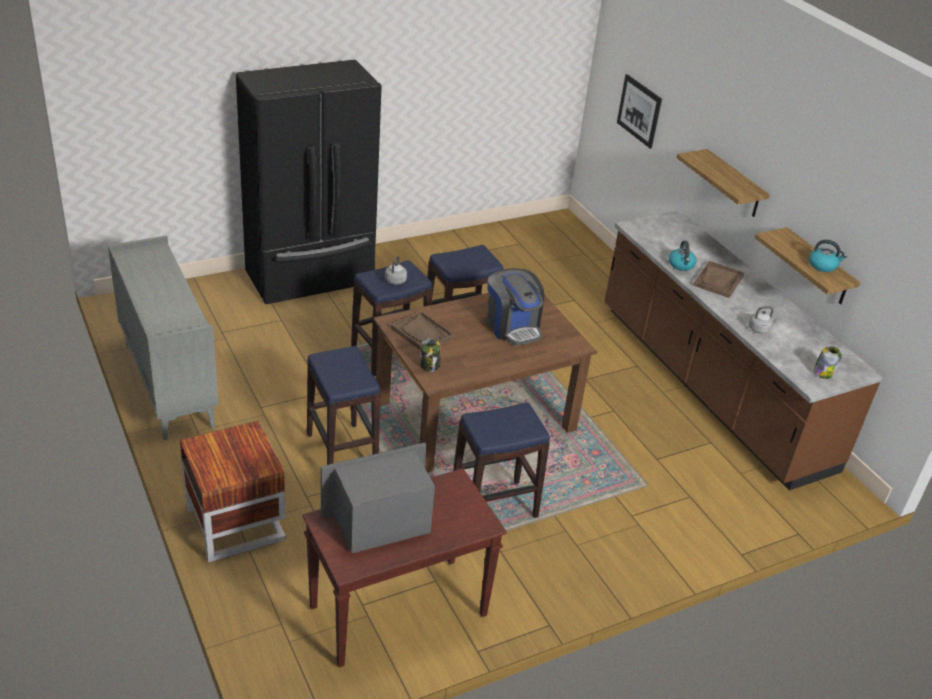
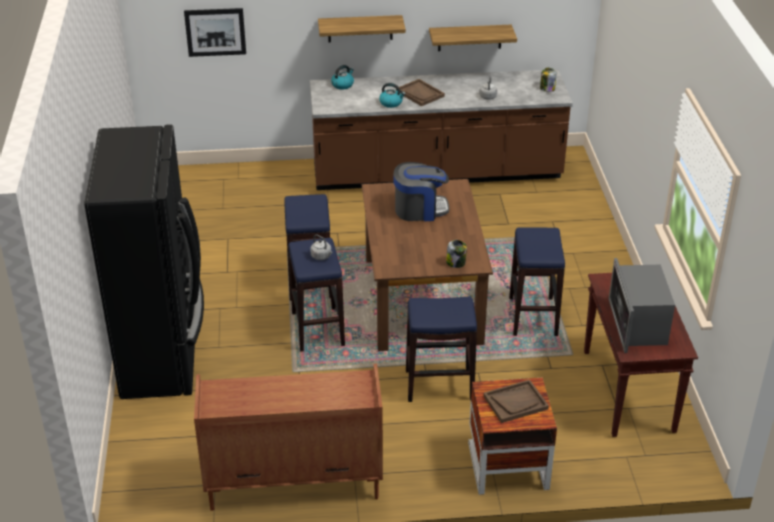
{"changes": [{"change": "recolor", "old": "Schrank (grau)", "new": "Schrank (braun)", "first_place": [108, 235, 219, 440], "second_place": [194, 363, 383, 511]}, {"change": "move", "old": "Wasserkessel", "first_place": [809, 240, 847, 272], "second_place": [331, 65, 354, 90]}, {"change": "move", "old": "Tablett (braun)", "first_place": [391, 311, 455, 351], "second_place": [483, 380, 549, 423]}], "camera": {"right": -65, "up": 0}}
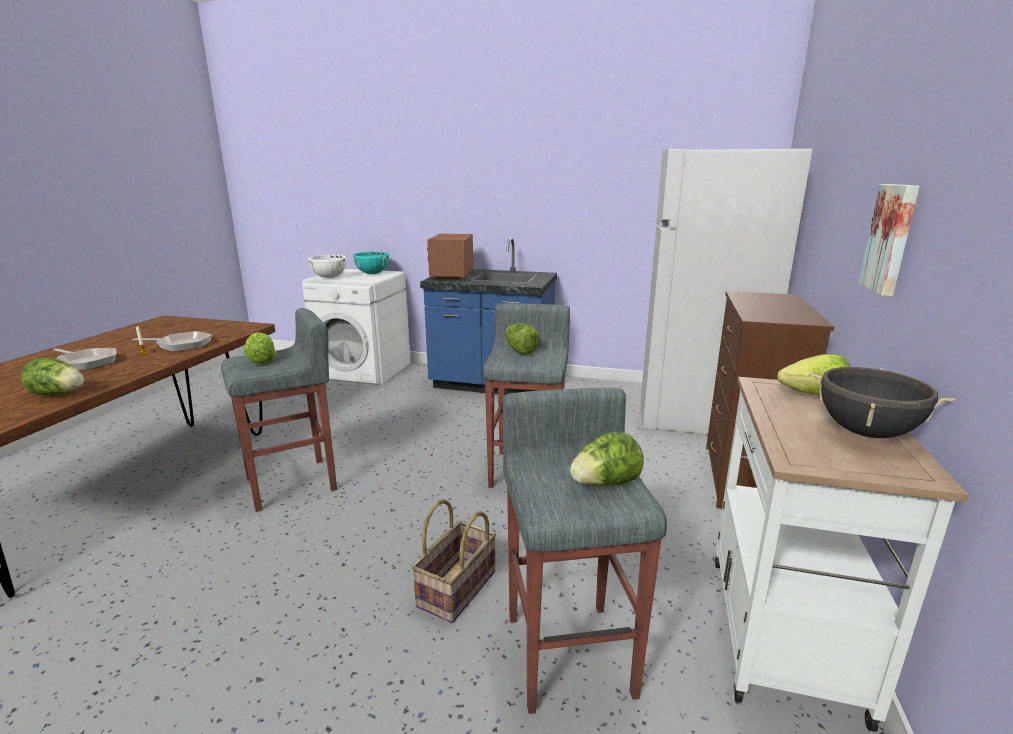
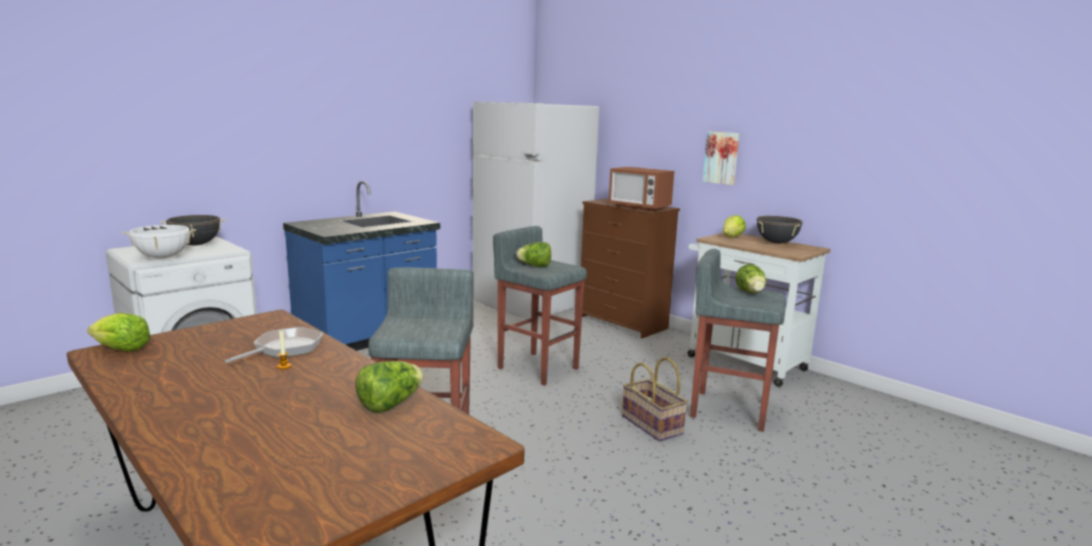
{"changes": [{"change": "move", "old": "Salatkopf", "first_place": [244, 332, 276, 364], "second_place": [87, 313, 151, 351]}, {"change": "recolor", "old": "Kochtopf (türkis)", "new": "Kochtopf (schwarz)", "first_place": [353, 252, 389, 274], "second_place": [160, 215, 226, 245]}, {"change": "move", "old": "Mikrowelle", "first_place": [427, 234, 473, 280], "second_place": [609, 167, 674, 211]}, {"change": "delete", "old": "Pfanne", "first_place": [53, 348, 117, 370]}], "camera": {"right": -60, "up": -5}}
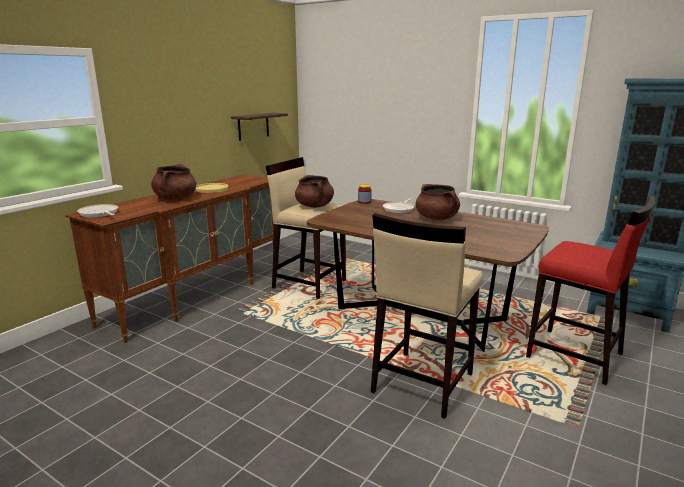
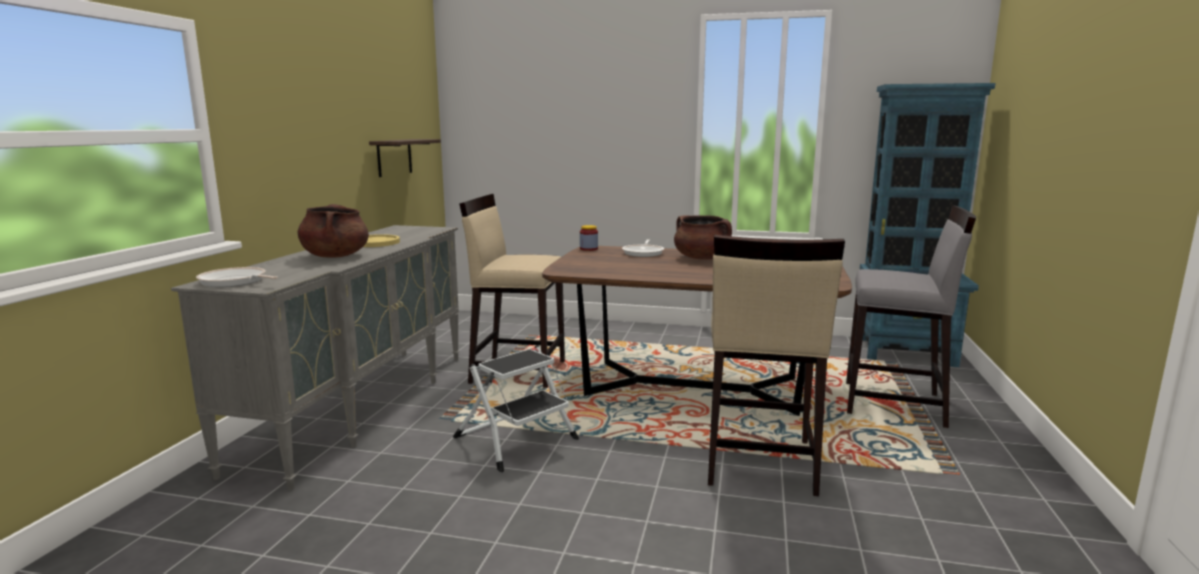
{"changes": [{"change": "recolor", "old": "Schrank (braun)", "new": "Schrank (grau)", "first_place": [65, 174, 279, 343], "second_place": [171, 225, 460, 491]}, {"change": "insert", "new": "Trittleiter", "second_place": [453, 345, 579, 472]}, {"change": "recolor", "old": "Hocker (rot)", "new": "Hocker (grau)", "first_place": [526, 195, 655, 385], "second_place": [846, 205, 976, 428]}, {"change": "delete", "old": "Kochtopf (braun)", "first_place": [295, 175, 334, 208]}], "camera": {"right": -20, "up": -5}}
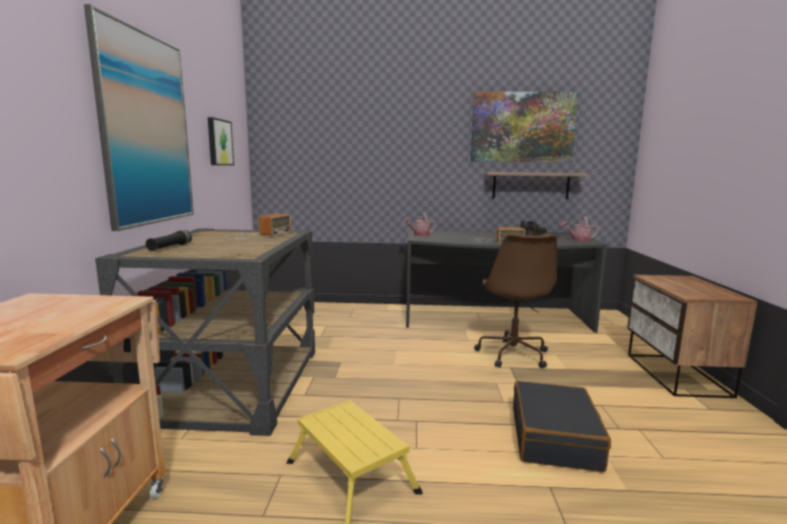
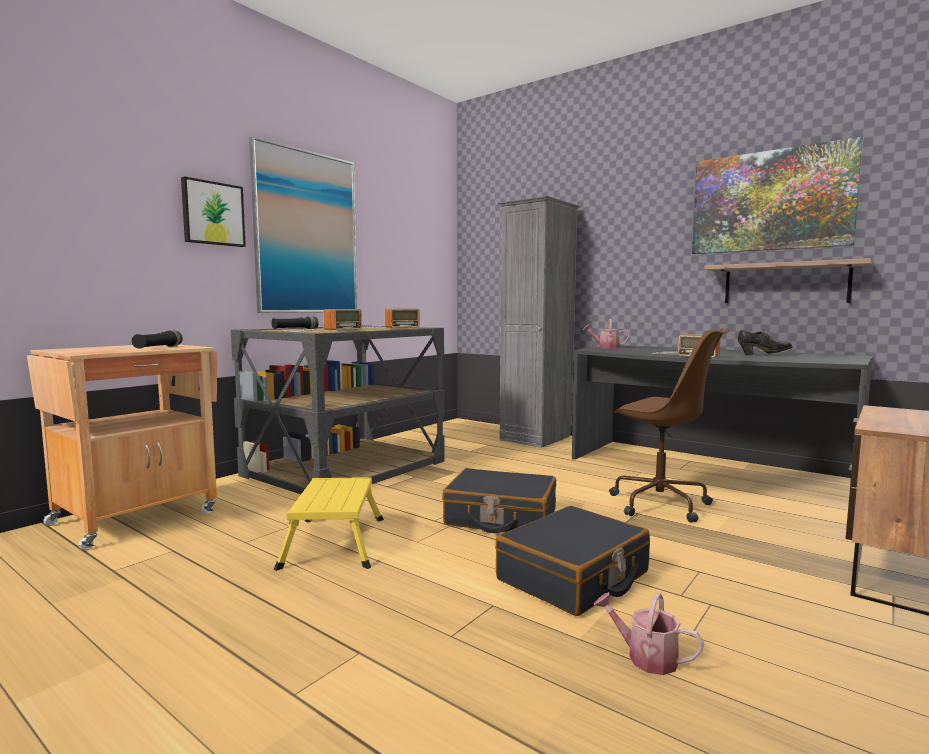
{"changes": [{"change": "insert", "new": "Taschenlampe (schwarz)", "second_place": [132, 330, 183, 349]}, {"change": "move", "old": "Bild", "first_place": [208, 117, 234, 165], "second_place": [181, 176, 246, 247]}, {"change": "insert", "new": "Radio", "second_place": [284, 309, 362, 332]}, {"change": "insert", "new": "Koffer (schwarz)", "second_place": [442, 468, 556, 533]}, {"change": "insert", "new": "Schrank (grau)", "second_place": [498, 196, 580, 448]}, {"change": "move", "old": "Gießkanne", "first_place": [561, 216, 599, 242], "second_place": [594, 592, 704, 675]}, {"change": "rotate", "old": "Bürostuhl (braun)", "first_place": [474, 234, 557, 368], "second_place": [609, 328, 730, 522], "degrees": -90}], "camera": {"right": 35, "up": -5}}
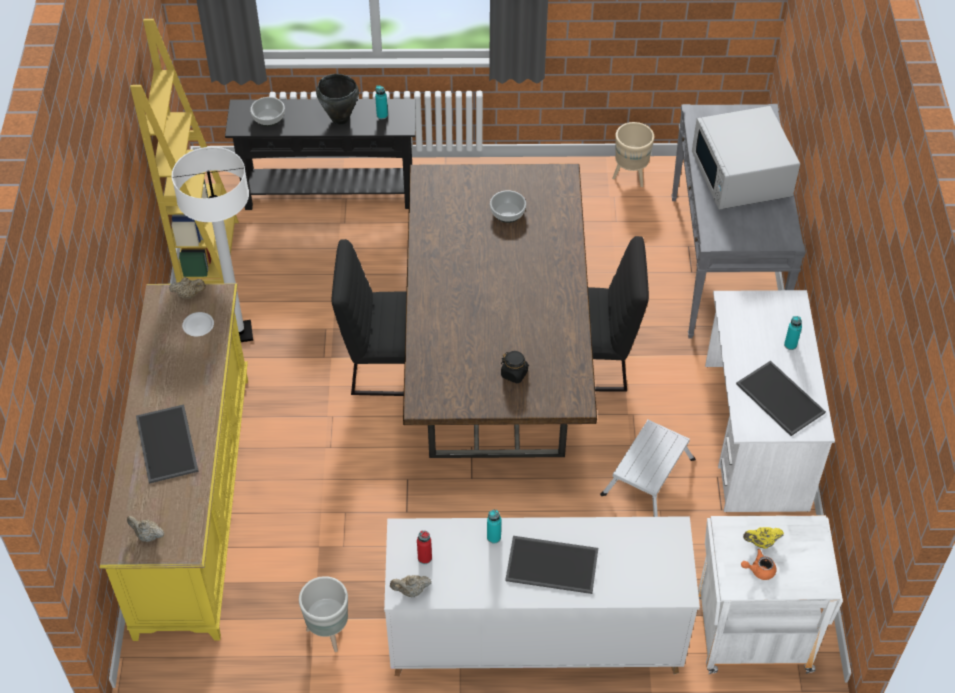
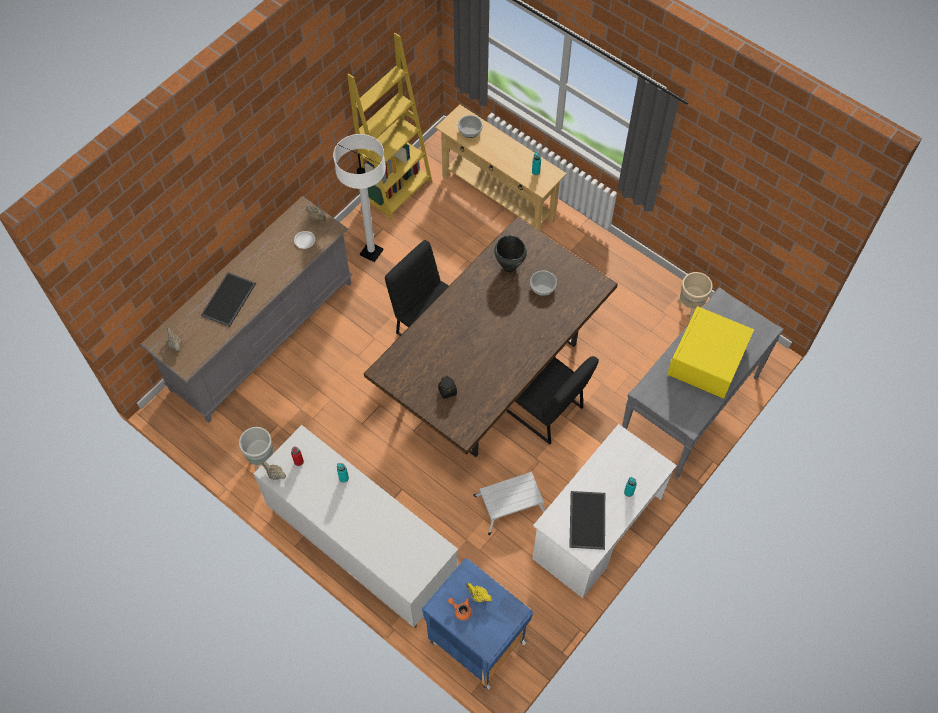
{"changes": [{"change": "recolor", "old": "Schrank (gelb)", "new": "Schrank (grau)", "first_place": [100, 283, 248, 641], "second_place": [140, 196, 352, 423]}, {"change": "recolor", "old": "Rollwagen (weiß)", "new": "Rollwagen (blau)", "first_place": [698, 515, 843, 674], "second_place": [422, 558, 533, 690]}, {"change": "recolor", "old": "Konsolentisch (schwarz)", "new": "Konsolentisch (beige)", "first_place": [225, 99, 416, 210], "second_place": [435, 104, 567, 231]}, {"change": "move", "old": "Kochtopf (schwarz)", "first_place": [316, 74, 359, 125], "second_place": [494, 235, 527, 272]}, {"change": "recolor", "old": "Mikrowelle (weiß)", "new": "Mikrowelle (gelb)", "first_place": [692, 106, 800, 209], "second_place": [667, 306, 754, 399]}, {"change": "delete", "old": "Tablett", "first_place": [505, 536, 598, 594]}], "camera": {"right": 40, "up": 10}}
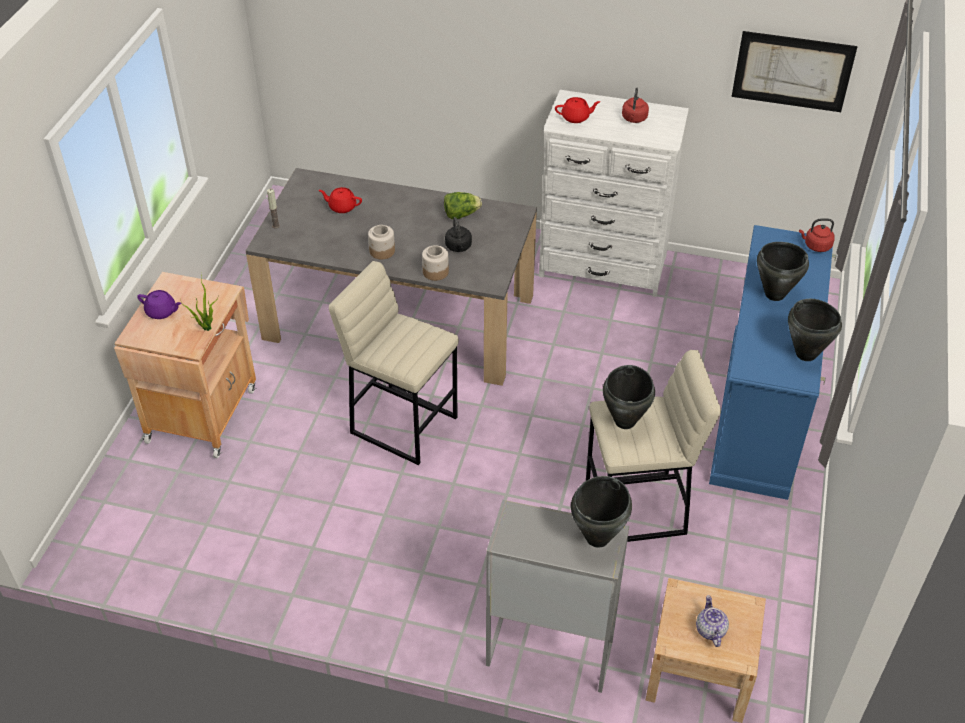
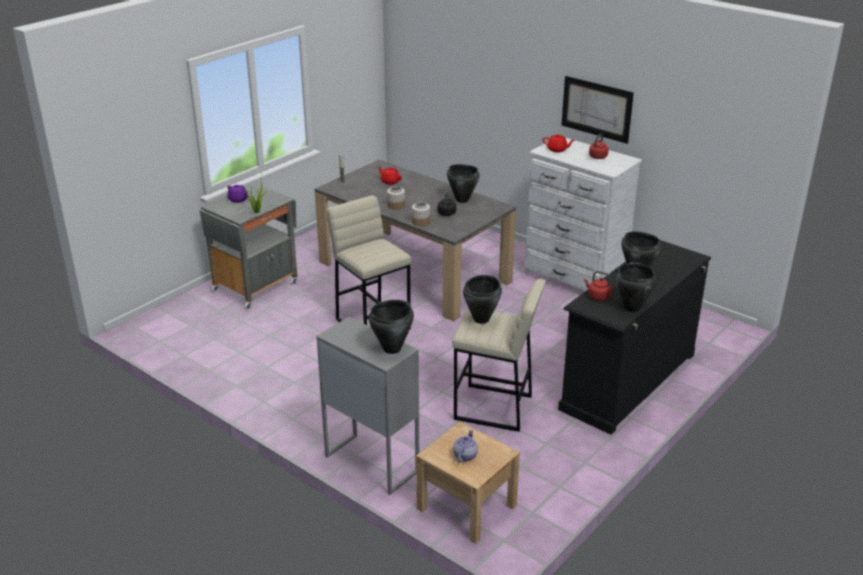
{"changes": [{"change": "recolor", "old": "Rollwagen (braun)", "new": "Rollwagen (grau)", "first_place": [114, 272, 257, 458], "second_place": [199, 184, 298, 310]}, {"change": "replace", "old": "Salatkopf", "new": "Kochtopf (schwarz)", "first_place": [444, 192, 482, 219], "second_place": [447, 164, 480, 203]}, {"change": "recolor", "old": "Schrank (blau)", "new": "Schrank (schwarz)", "first_place": [709, 225, 836, 500], "second_place": [558, 240, 711, 435]}, {"change": "move", "old": "Bild", "first_place": [732, 31, 857, 112], "second_place": [561, 76, 634, 144]}, {"change": "move", "old": "Wasserkessel (rot)", "first_place": [799, 218, 835, 252], "second_place": [584, 271, 612, 301]}], "camera": {"right": 25, "up": -15}}
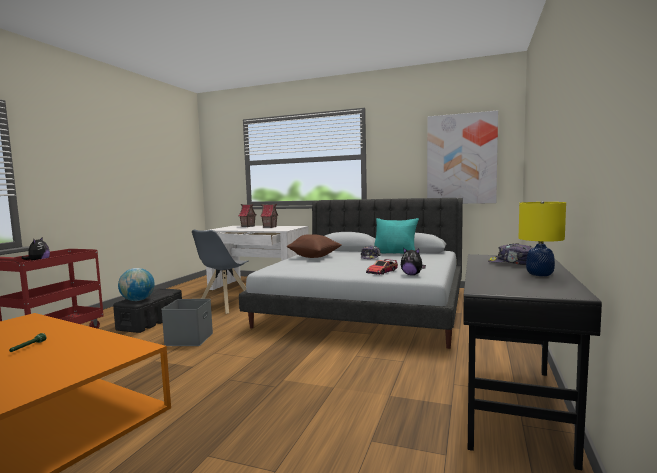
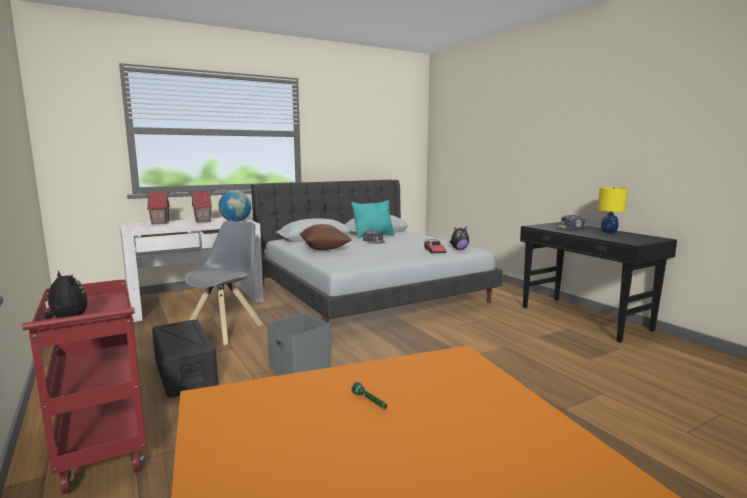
{"changes": [{"change": "rotate", "old": "Stuhl (grau)", "first_place": [192, 229, 248, 314], "second_place": [184, 220, 263, 345], "degrees": -135}, {"change": "move", "old": "Globus", "first_place": [118, 268, 155, 301], "second_place": [219, 190, 251, 222]}, {"change": "delete", "old": "Bild", "first_place": [427, 110, 498, 204]}], "camera": {"right": -50, "up": 5}}
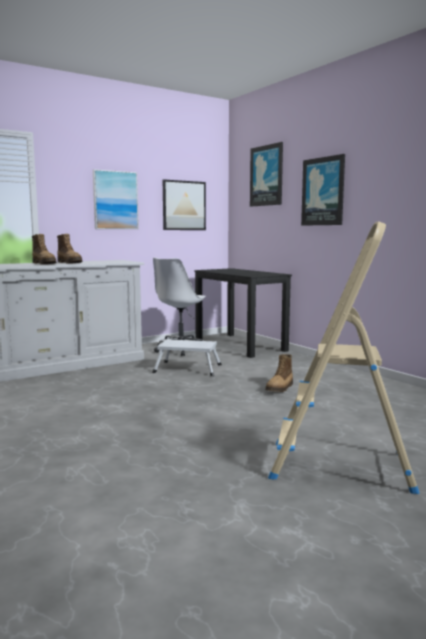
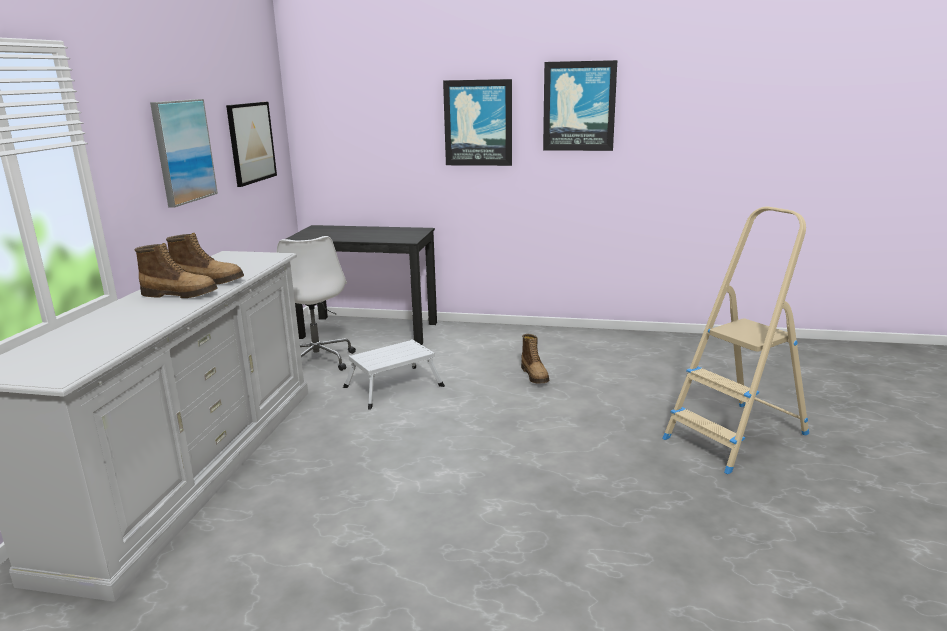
{"changes": [{"change": "move", "old": "Bild", "first_place": [250, 142, 283, 207], "second_place": [543, 60, 617, 151]}], "camera": {"right": -45, "up": 10}}
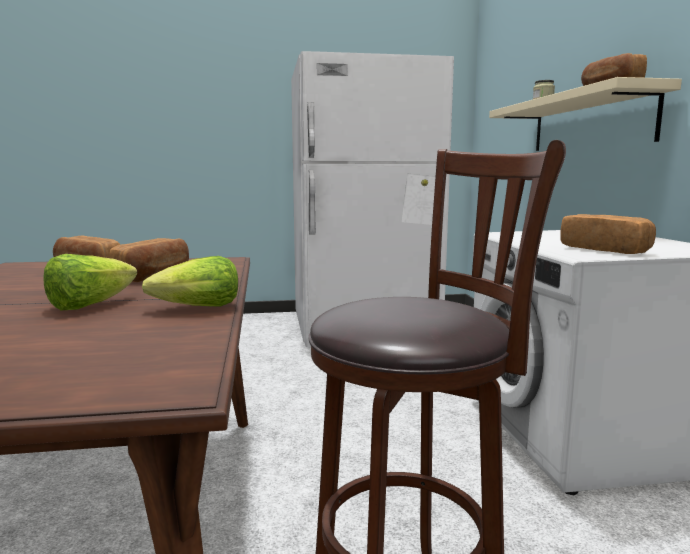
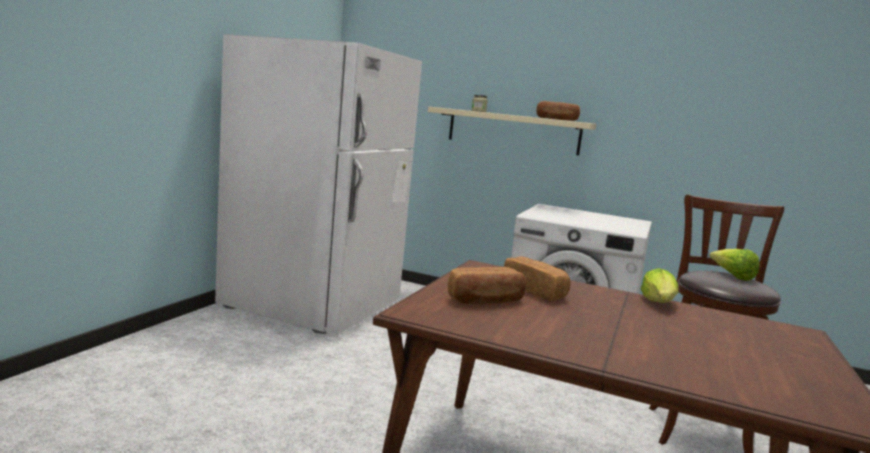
{"changes": [{"change": "move", "old": "Salatkopf", "first_place": [44, 254, 137, 310], "second_place": [710, 249, 760, 281]}, {"change": "delete", "old": "Brot", "first_place": [560, 214, 656, 254]}], "camera": {"right": -60, "up": 0}}
